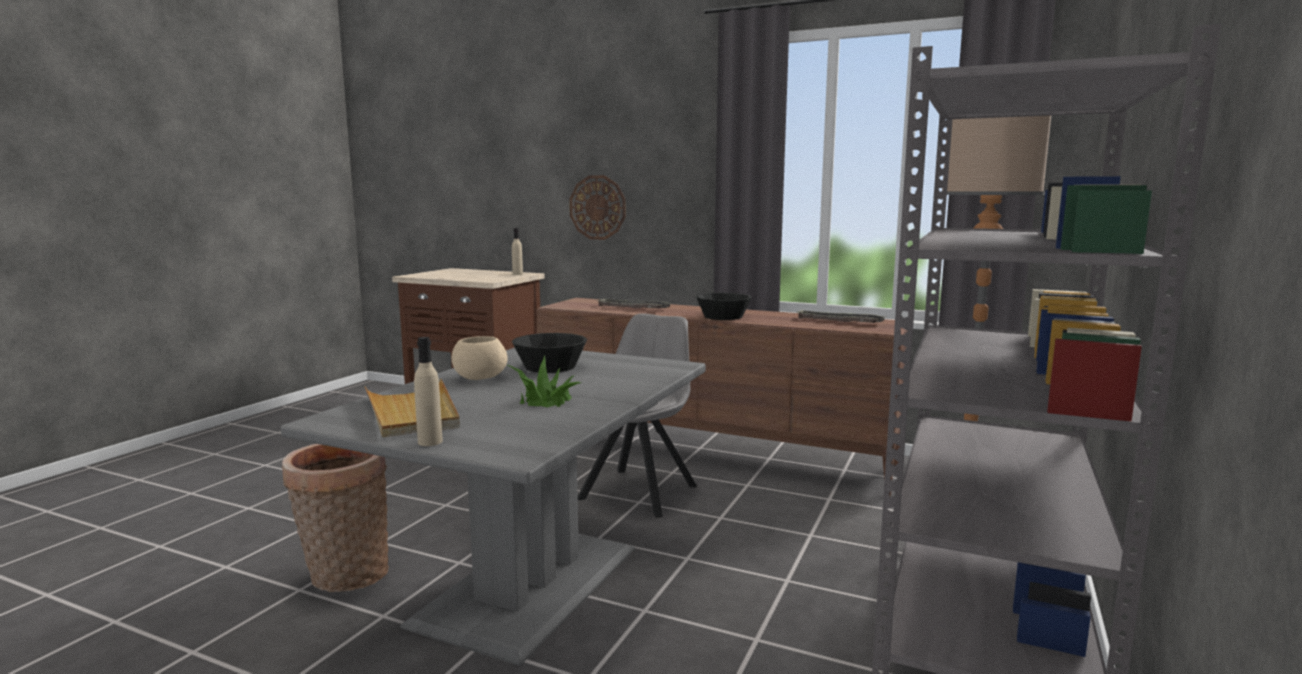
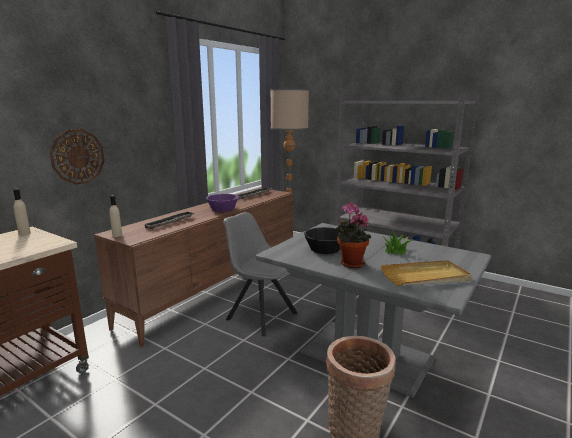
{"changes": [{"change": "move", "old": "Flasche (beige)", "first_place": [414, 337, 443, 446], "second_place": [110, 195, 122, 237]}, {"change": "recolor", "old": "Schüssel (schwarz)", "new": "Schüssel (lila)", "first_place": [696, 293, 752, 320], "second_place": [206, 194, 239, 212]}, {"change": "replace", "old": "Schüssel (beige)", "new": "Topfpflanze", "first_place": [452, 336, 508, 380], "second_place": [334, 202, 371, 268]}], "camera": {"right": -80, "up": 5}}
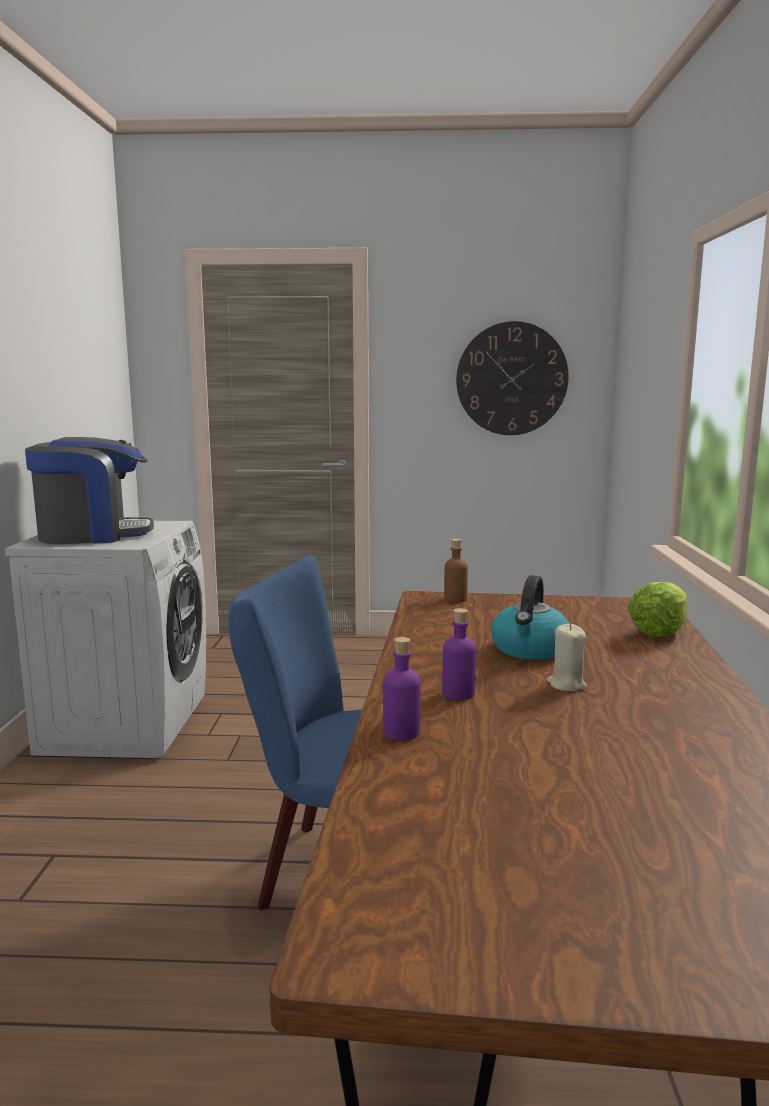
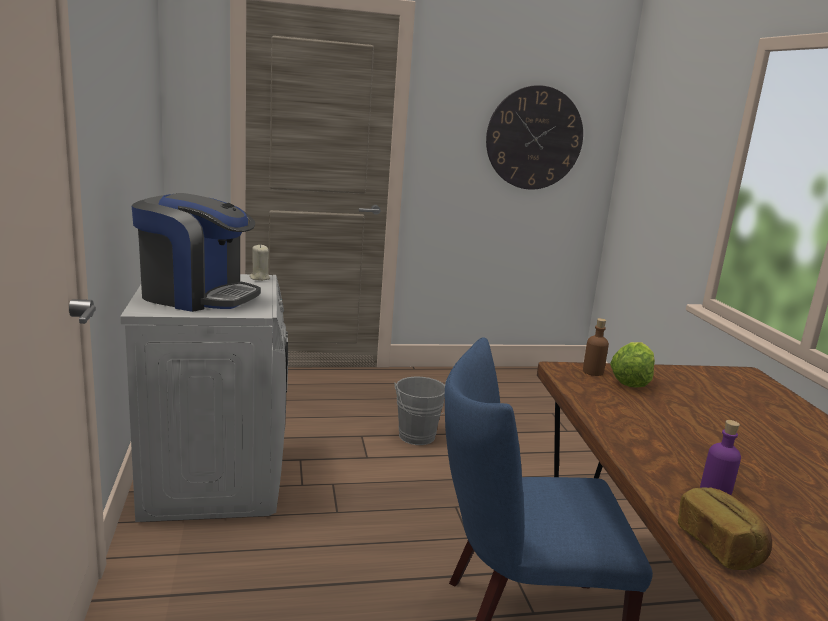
{"changes": [{"change": "rotate", "old": "Kaffeemaschine", "first_place": [25, 437, 154, 544], "second_place": [132, 193, 261, 312], "degrees": 45}, {"change": "move", "old": "Kerze (beige)", "first_place": [547, 624, 587, 691], "second_place": [249, 244, 270, 281]}, {"change": "insert", "new": "Eimer (grau)", "second_place": [394, 376, 446, 445]}, {"change": "move", "old": "Salatkopf", "first_place": [628, 582, 687, 637], "second_place": [610, 342, 655, 388]}, {"change": "replace", "old": "Flasche (lila)", "new": "Brot", "first_place": [383, 637, 421, 741], "second_place": [678, 487, 772, 570]}, {"change": "delete", "old": "Wasserkessel", "first_place": [491, 575, 569, 660]}], "camera": {"right": -15, "up": 5}}
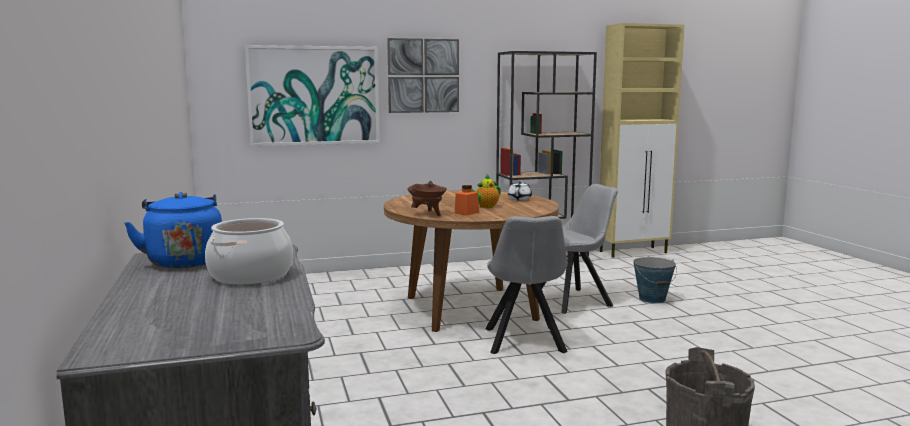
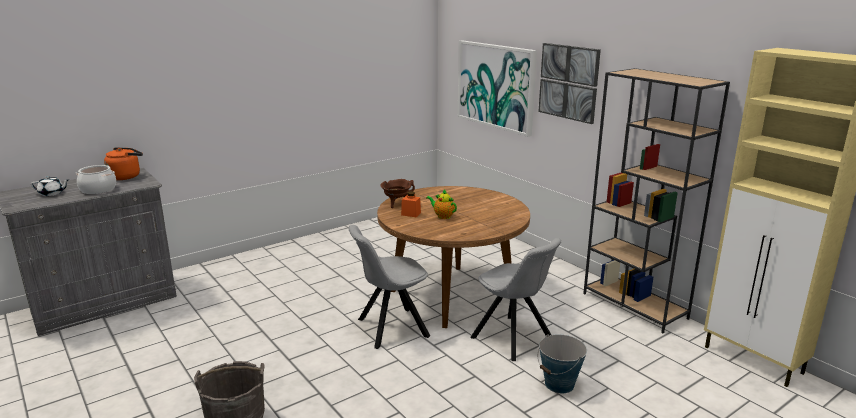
{"changes": [{"change": "move", "old": "Teekanne (weiß)", "first_place": [508, 180, 532, 200], "second_place": [31, 176, 70, 196]}, {"change": "recolor", "old": "Wasserkessel (blau)", "new": "Wasserkessel (orange)", "first_place": [124, 192, 222, 268], "second_place": [104, 148, 143, 180]}], "camera": {"right": 70, "up": 10}}
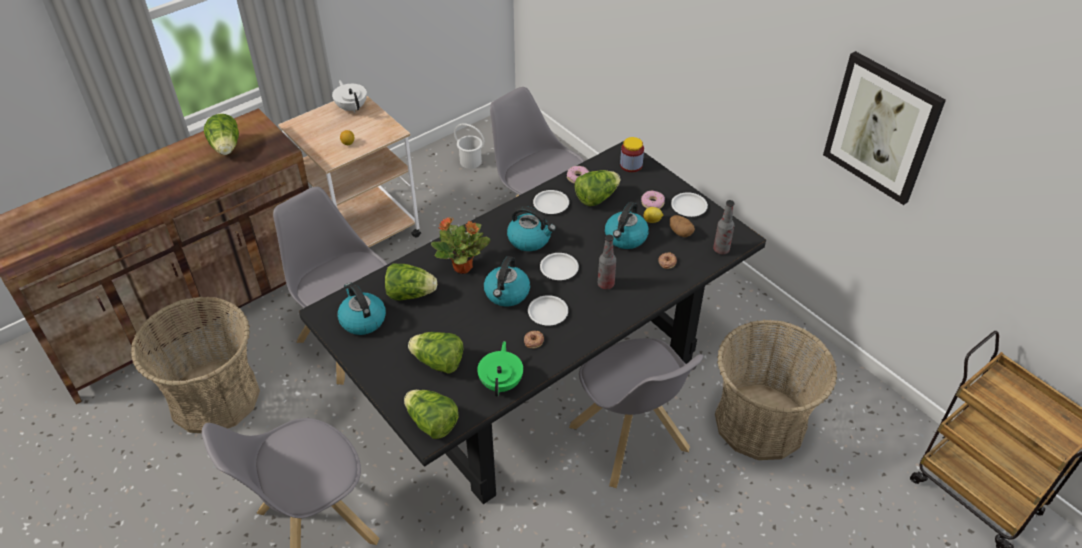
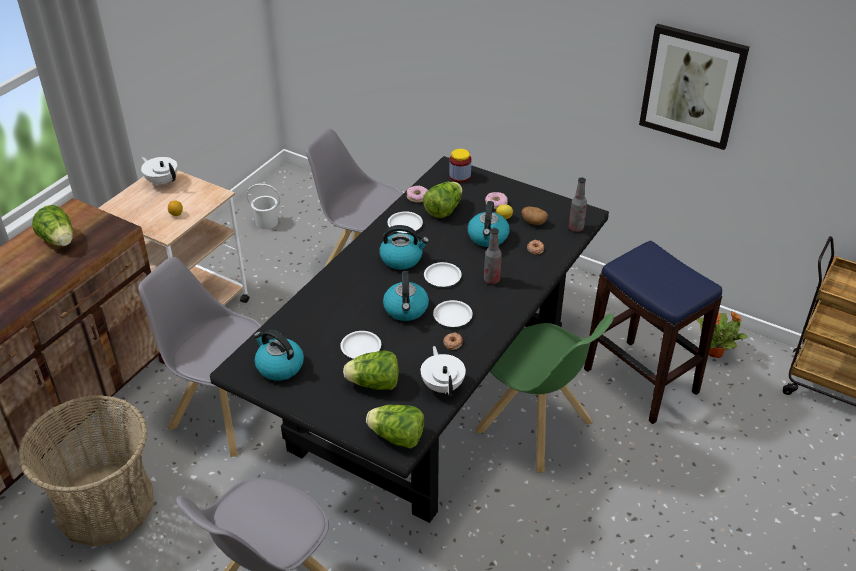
{"changes": [{"change": "move", "old": "Teller (weiß)", "first_place": [671, 192, 708, 217], "second_place": [340, 331, 381, 359]}, {"change": "recolor", "old": "Teekanne (grün)", "new": "Teekanne (weiß)", "first_place": [477, 341, 523, 397], "second_place": [421, 346, 466, 396]}, {"change": "recolor", "old": "Stuhl (grau)", "new": "Stuhl (grün)", "first_place": [569, 338, 704, 488], "second_place": [476, 314, 614, 473]}, {"change": "replace", "old": "Korb", "new": "Hocker", "first_place": [715, 319, 837, 460], "second_place": [584, 241, 722, 424]}, {"change": "move", "old": "Topfpflanze", "first_place": [431, 218, 490, 274], "second_place": [697, 311, 748, 358]}, {"change": "delete", "old": "Salatkopf", "first_place": [385, 263, 437, 300]}], "camera": {"right": -20, "up": -5}}
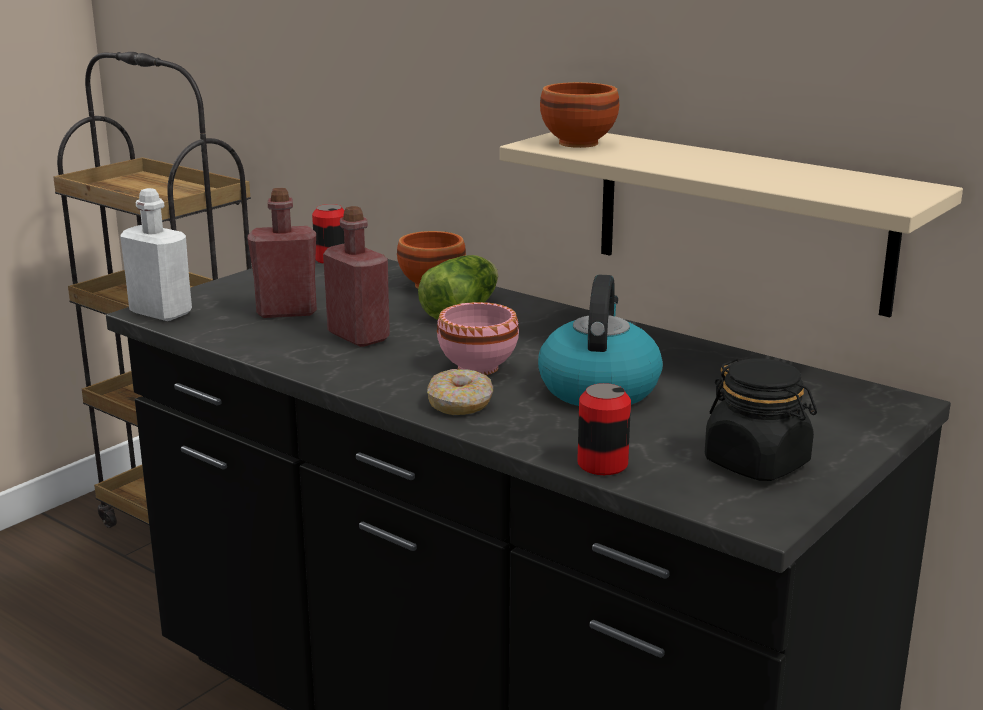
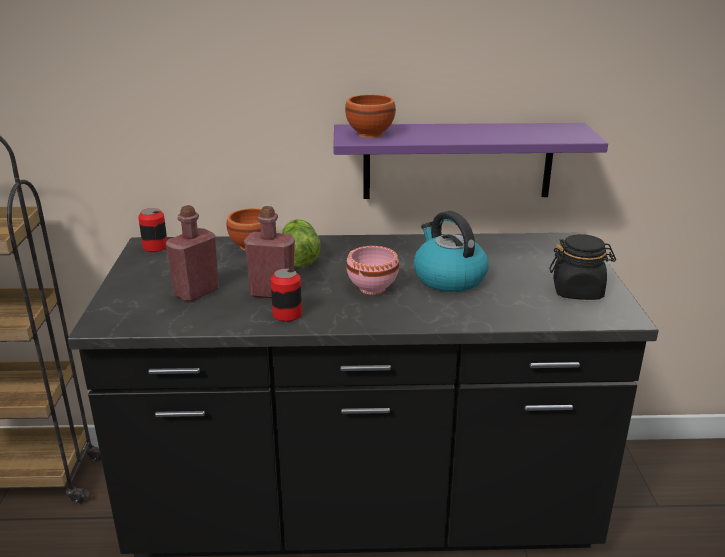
{"changes": [{"change": "move", "old": "Dose", "first_place": [577, 383, 631, 475], "second_place": [271, 269, 302, 322]}, {"change": "recolor", "old": "Wandregal (beige)", "new": "Wandregal (lila)", "first_place": [500, 132, 963, 317], "second_place": [334, 123, 608, 199]}, {"change": "delete", "old": "Flasche (weiß)", "first_place": [120, 188, 192, 321]}, {"change": "delete", "old": "Donut", "first_place": [427, 369, 493, 415]}], "camera": {"right": -40, "up": 5}}
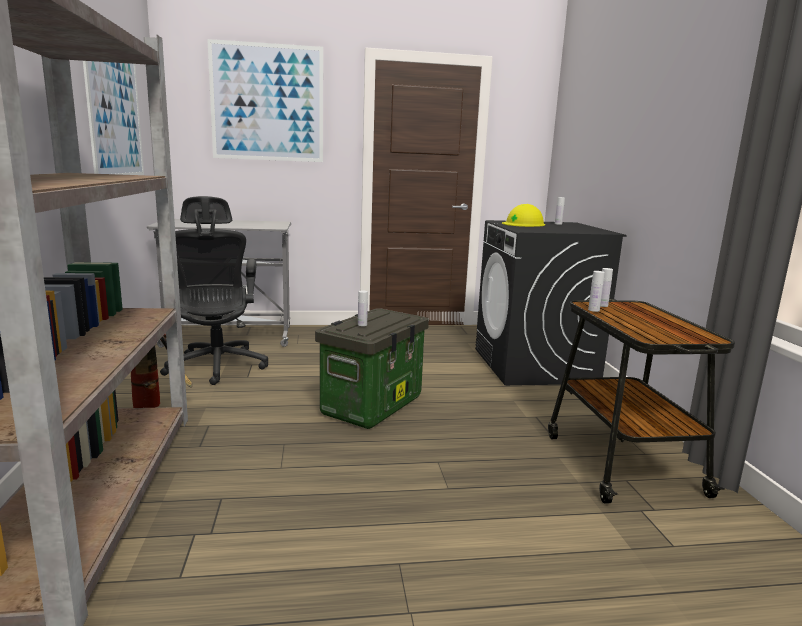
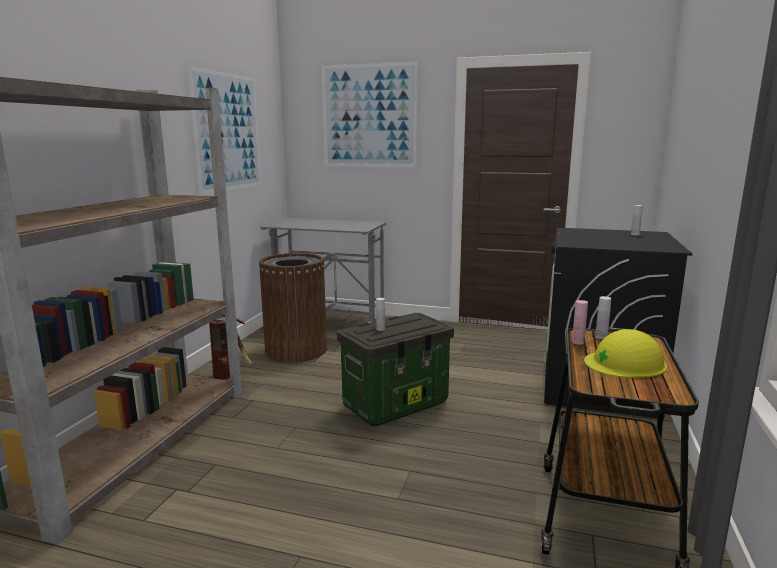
{"changes": [{"change": "replace", "old": "Bürostuhl", "new": "Mülleimer (braun)", "first_place": [160, 196, 268, 385], "second_place": [259, 253, 327, 362]}, {"change": "recolor", "old": "Flasche (weiß)", "new": "Flasche (rosa)", "first_place": [588, 271, 605, 312], "second_place": [572, 300, 588, 345]}, {"change": "move", "old": "Schutzhelm (gelb)", "first_place": [502, 204, 545, 227], "second_place": [584, 329, 667, 378]}], "camera": {"right": 25, "up": 0}}
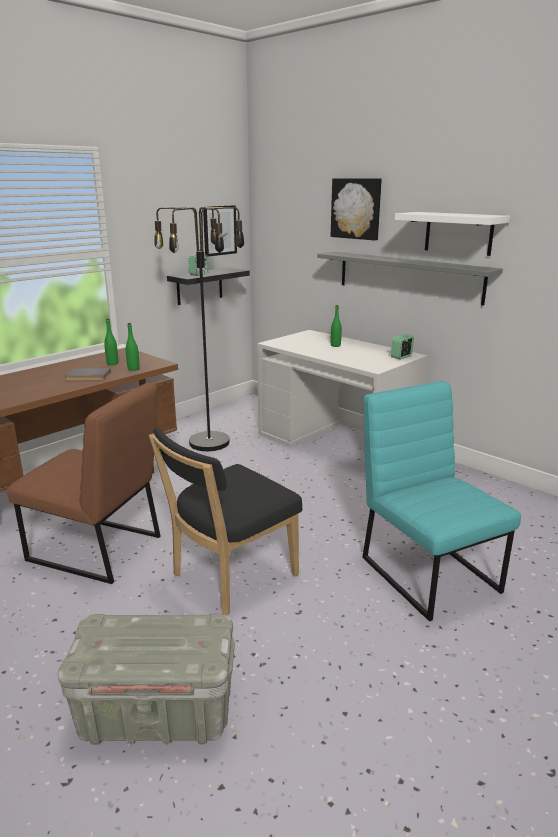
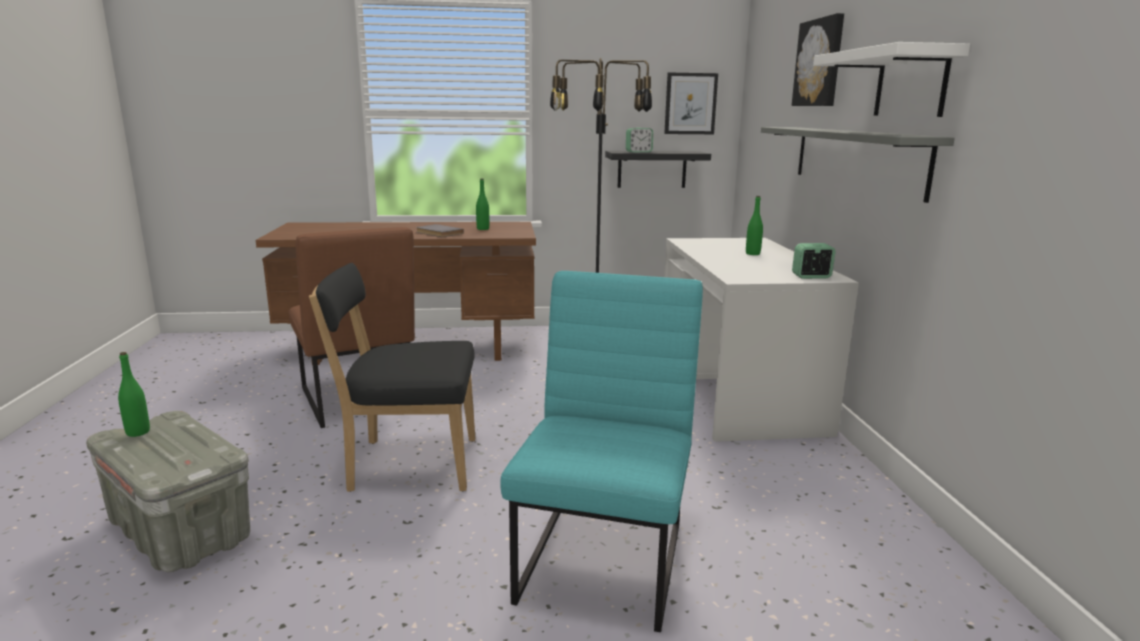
{"changes": [{"change": "move", "old": "Flasche (grün)", "first_place": [126, 323, 140, 371], "second_place": [118, 352, 150, 437]}], "camera": {"right": 40, "up": -5}}
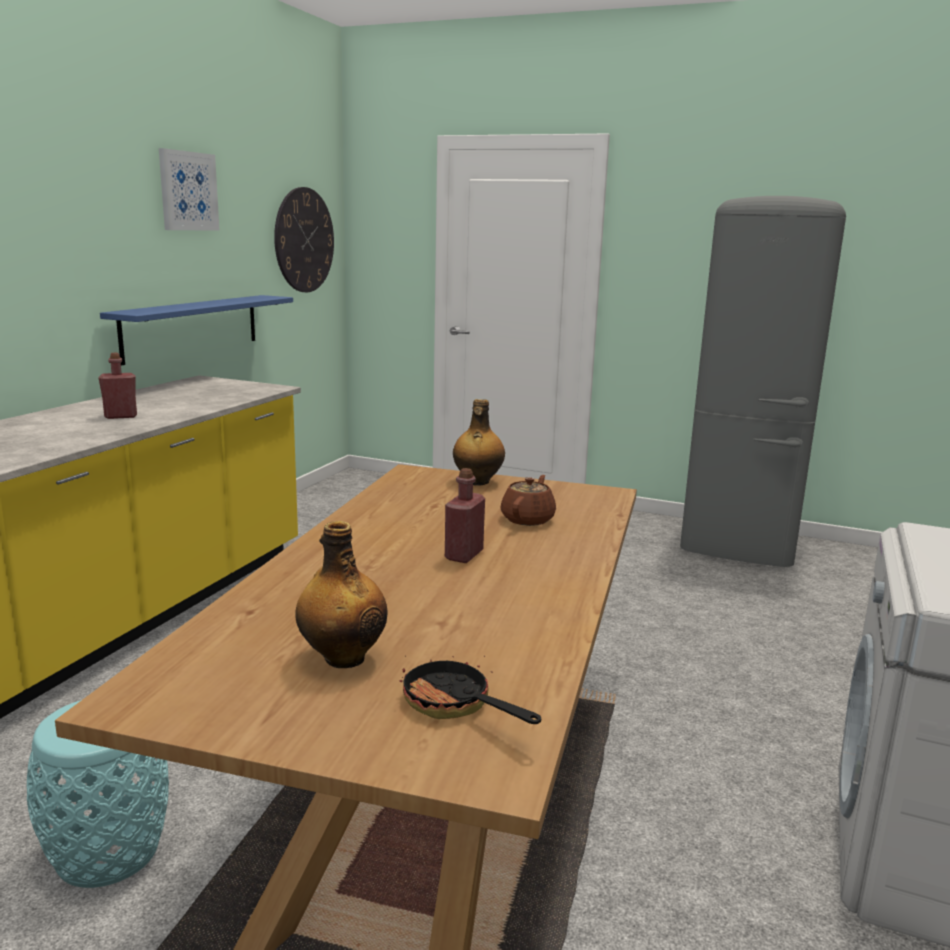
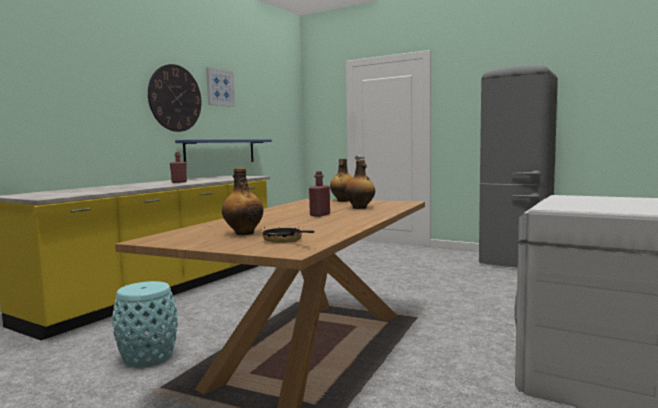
{"changes": [{"change": "move", "old": "Wanduhr", "first_place": [274, 187, 334, 292], "second_place": [148, 64, 201, 132]}, {"change": "replace", "old": "Teekanne (braun)", "new": "Flasche", "first_place": [500, 475, 556, 526], "second_place": [345, 160, 375, 209]}], "camera": {"right": 10, "up": -10}}
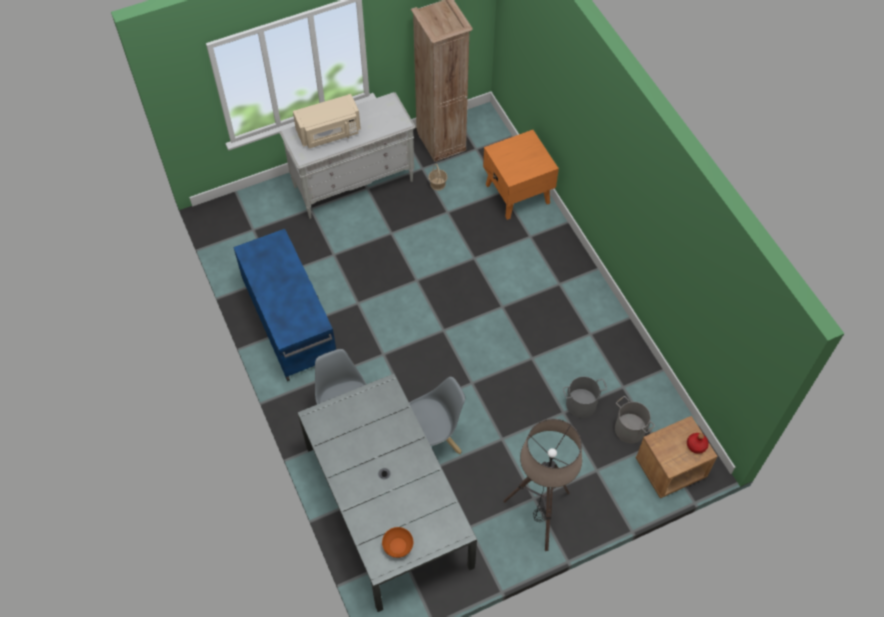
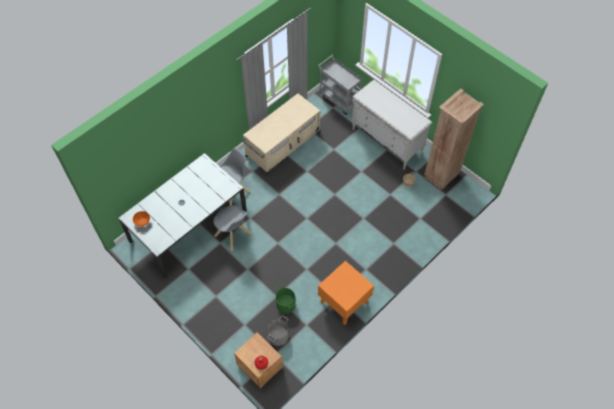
{"changes": [{"change": "recolor", "old": "Schrank (blau)", "new": "Schrank (beige)", "first_place": [233, 229, 336, 381], "second_place": [243, 93, 321, 175]}, {"change": "recolor", "old": "Eimer (grau)", "new": "Eimer (grün)", "first_place": [563, 376, 607, 418], "second_place": [275, 284, 296, 314]}, {"change": "insert", "new": "Rollwagen (grau)", "second_place": [318, 55, 362, 115]}, {"change": "move", "old": "Nachttisch (orange)", "first_place": [483, 130, 559, 220], "second_place": [318, 261, 374, 325]}, {"change": "delete", "old": "Mikrowelle (beige)", "first_place": [293, 94, 361, 148]}, {"change": "delete", "old": "Stehlampe", "first_place": [503, 419, 582, 551]}], "camera": {"right": 70, "up": 0}}
